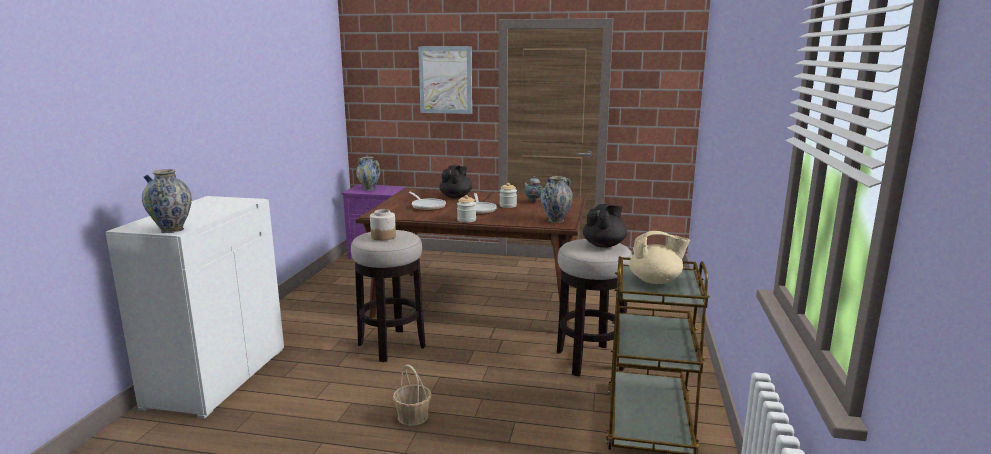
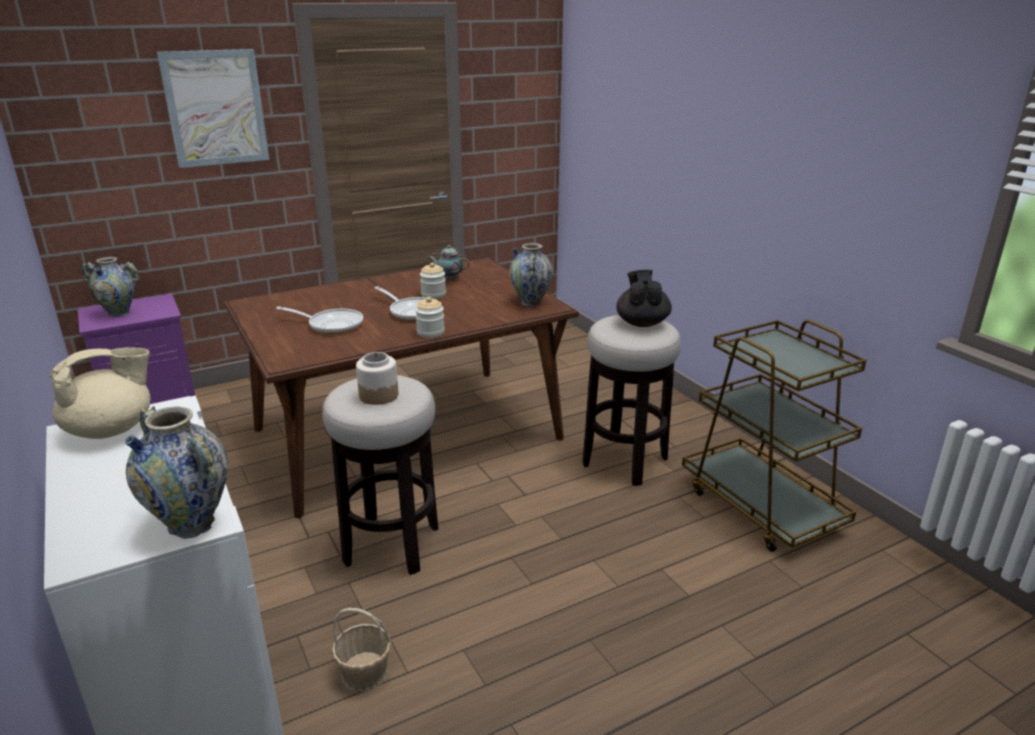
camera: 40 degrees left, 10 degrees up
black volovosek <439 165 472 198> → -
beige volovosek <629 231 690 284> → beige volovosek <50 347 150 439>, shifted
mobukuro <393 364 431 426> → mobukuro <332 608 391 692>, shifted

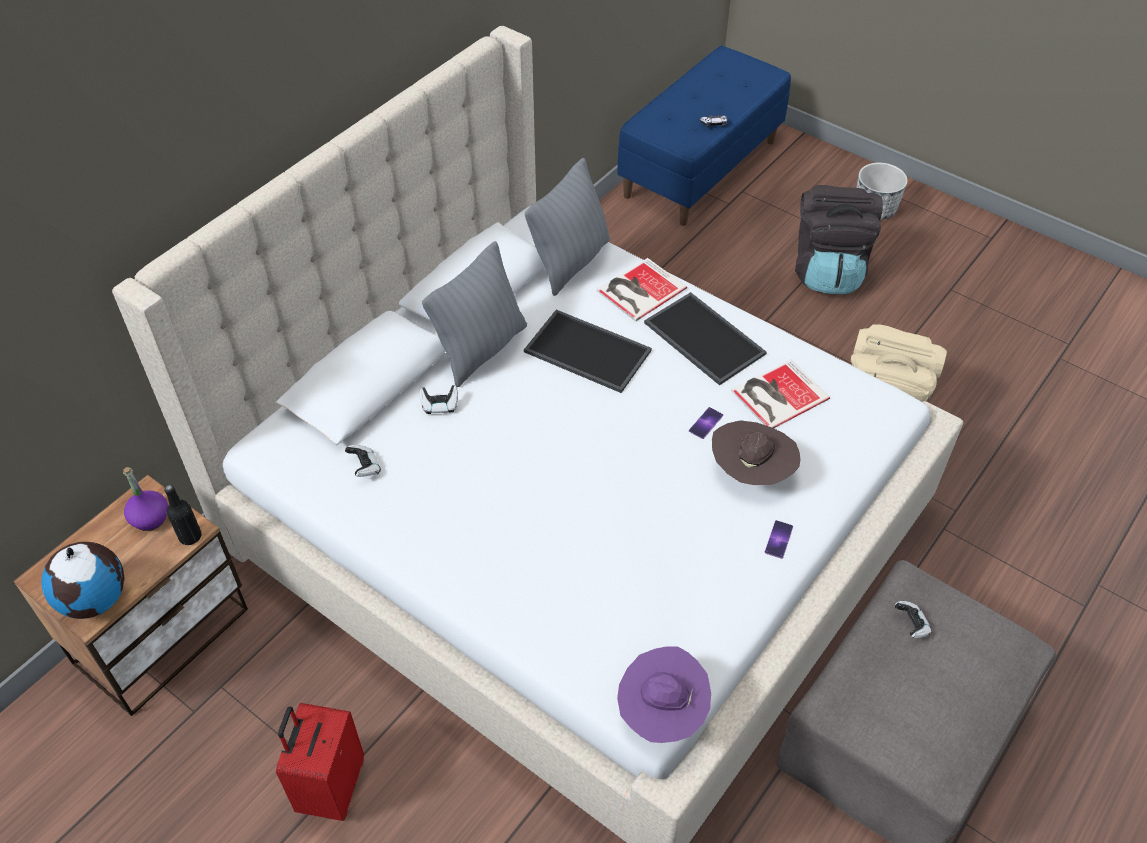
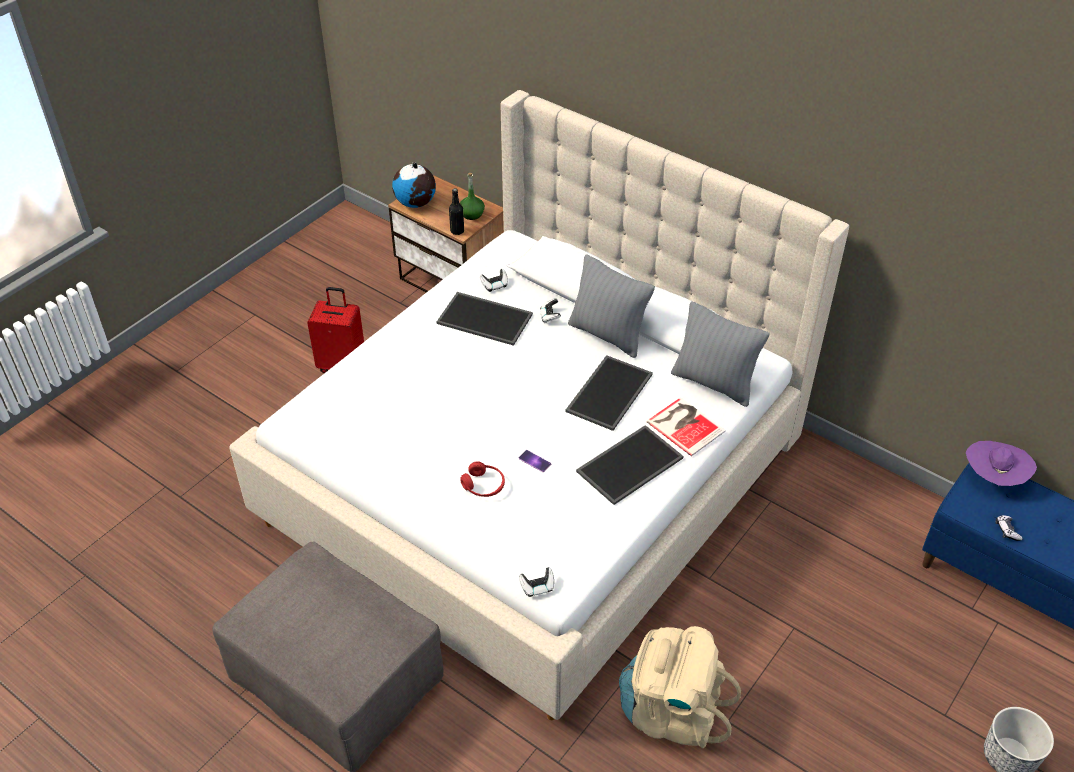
camera: 90 degrees right, 5 degrees down
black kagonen <795 185 883 294> → -
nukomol <731 359 830 428> → -
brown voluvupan <712 420 801 485> → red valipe <460 461 505 497>
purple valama <123 467 168 531> → green valama <460 173 485 220>
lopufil <765 520 793 559> → -
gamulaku <894 601 932 638> → gamulaku <519 567 554 597>, shifted
purple voluvupan <617 646 711 743> → purple voluvupan <966 441 1037 486>, shifted
- → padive <437 292 533 346>

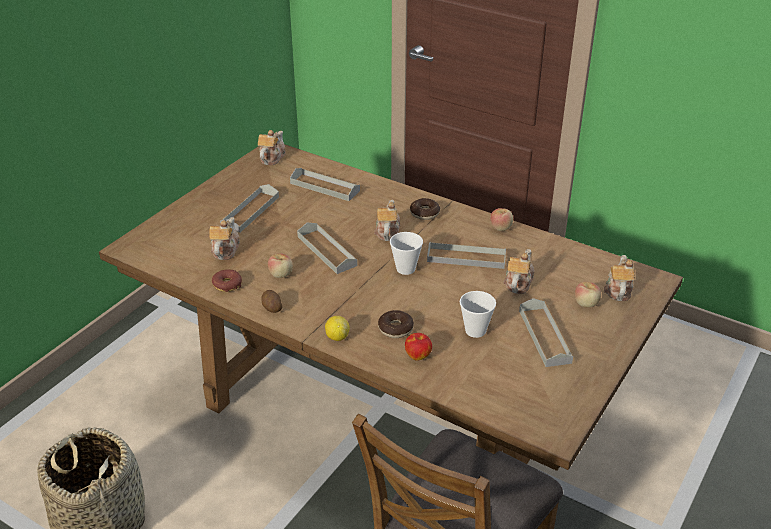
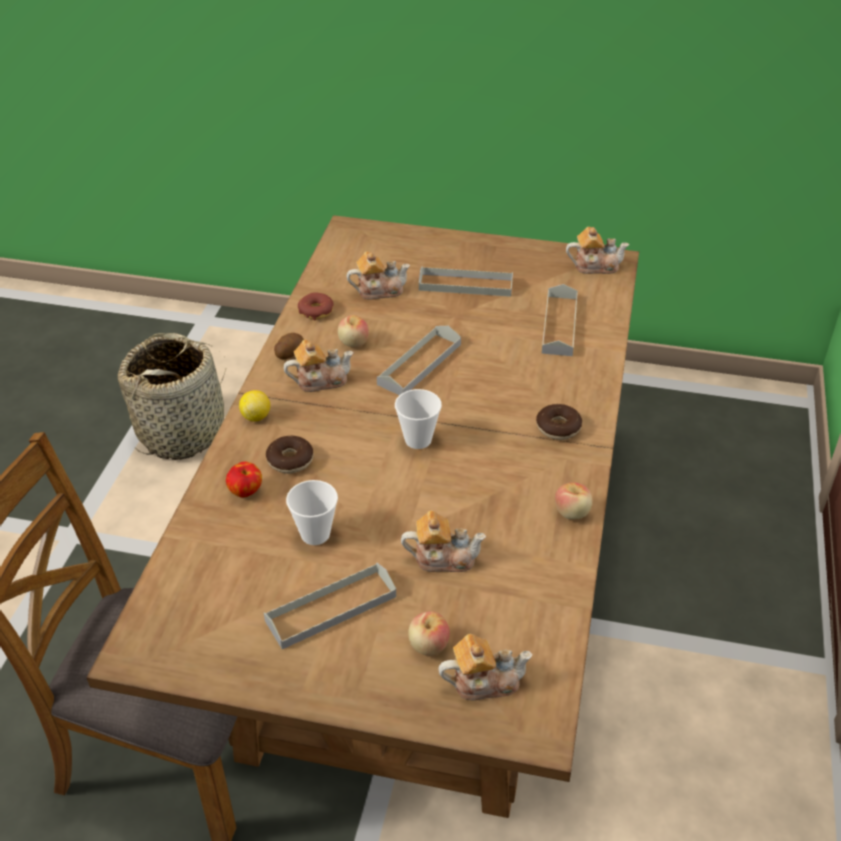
camera: 70 degrees right, 5 degrees up
volovosek <374 200 400 241> → volovosek <284 339 354 392>, shifted
grey padive <427 242 506 269> → -

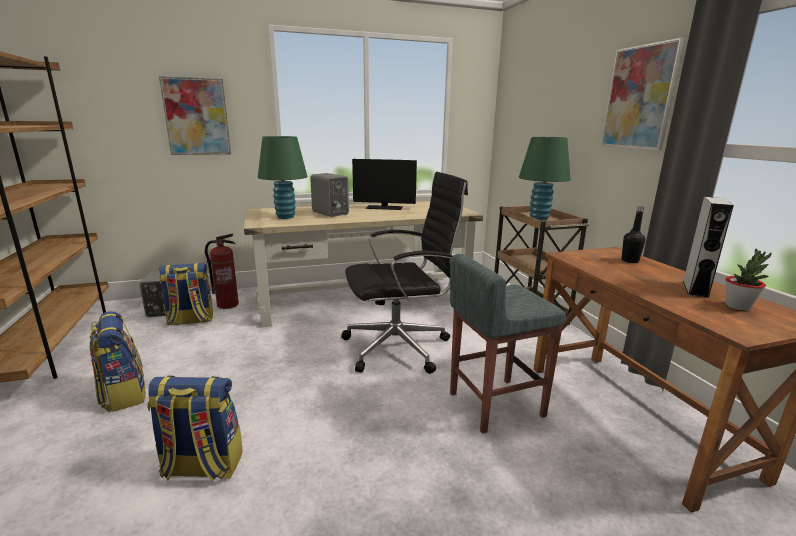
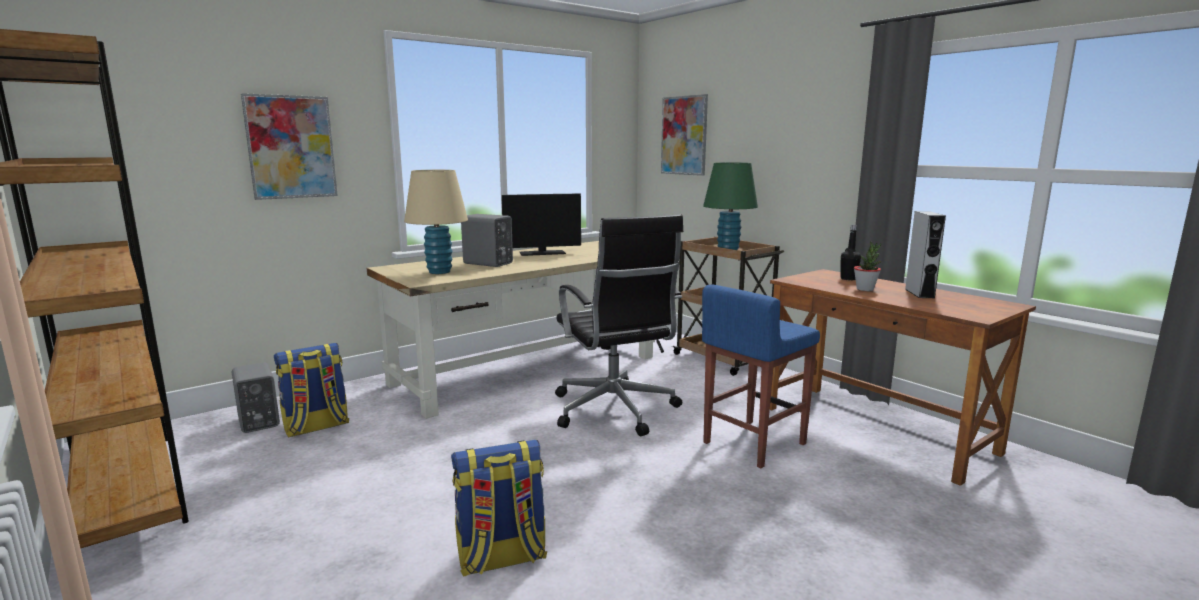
camera: 20 degrees left, 5 degrees down
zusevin <601 37 685 150> → zusevin <661 94 708 176>, shifted
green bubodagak <258 136 308 219> → beige bubodagak <404 170 468 274>
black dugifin <341 172 468 374> → black dugifin <555 214 683 436>, 105 degrees clockwise
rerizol <205 233 239 309> → -
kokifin <725 248 772 311> → kokifin <854 242 882 291>, shifted
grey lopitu <450 254 567 434> → blue lopitu <702 285 820 468>
kagonen <89 311 146 412> → -

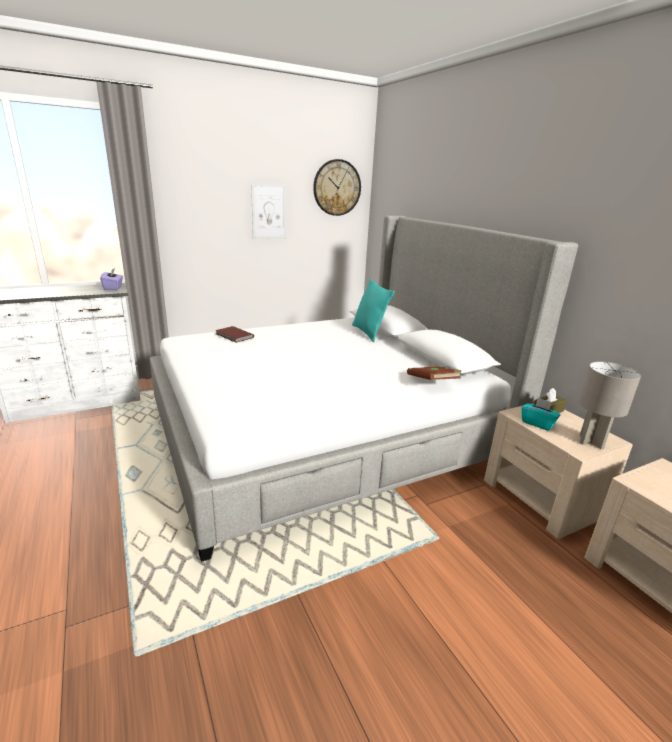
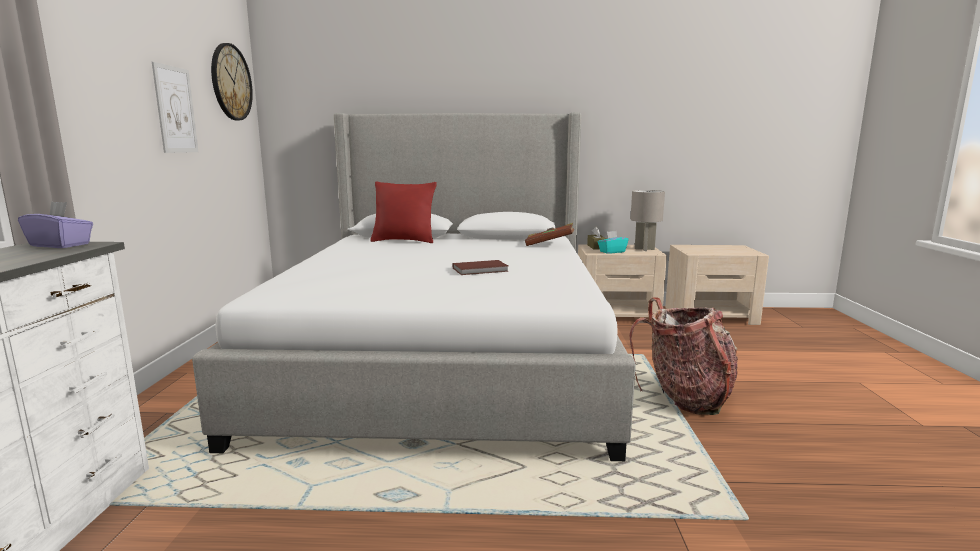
camera: 60 degrees left, 10 degrees down
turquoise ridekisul <352 279 395 342> → red ridekisul <370 181 437 243>
brown nukomol <216 326 254 343> → brown nukomol <453 260 509 275>, shifted
- → kagonen <629 297 738 415>

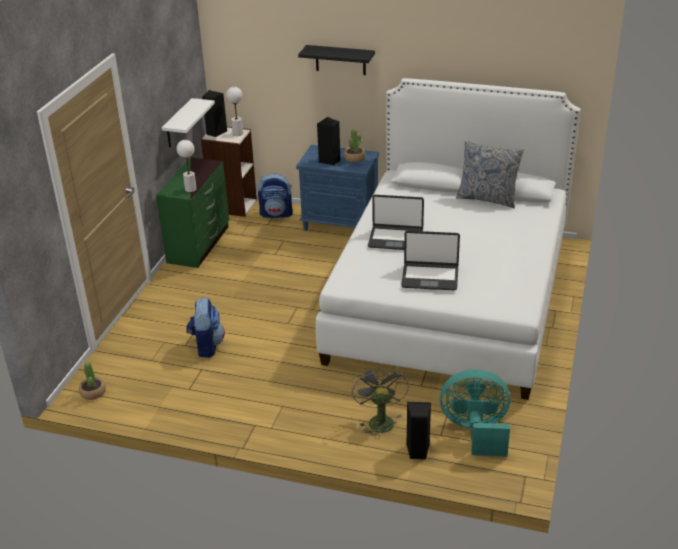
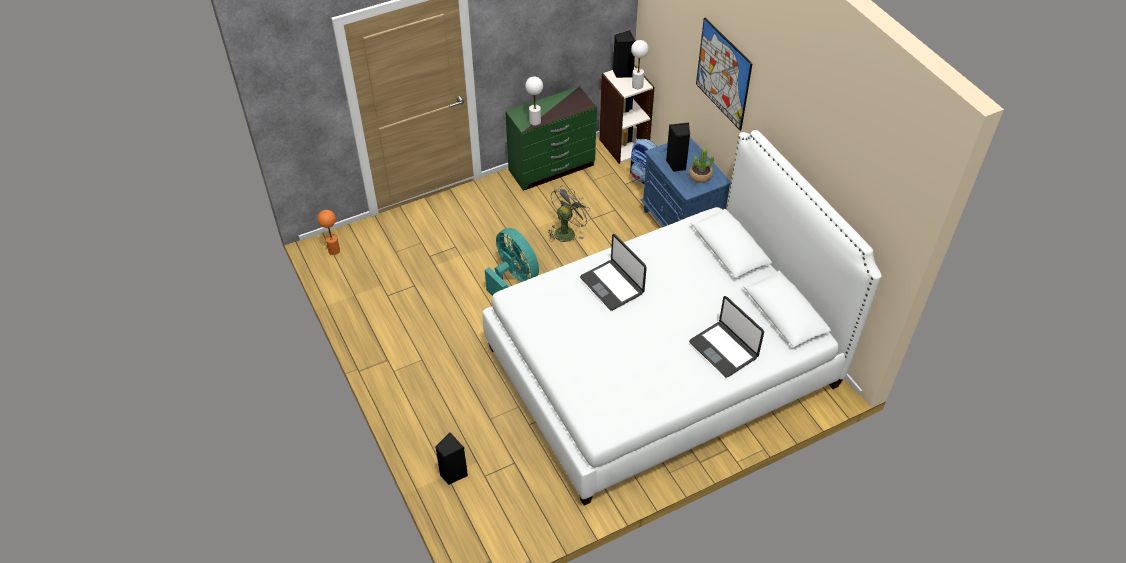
camera: 45 degrees right, 15 degrees up
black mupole <298 45 375 75> → zusevin <696 18 753 131>
white mupole <162 98 215 148> → -
ridekisul <456 141 524 208> → -
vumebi <401 231 460 290> → vumebi <689 296 764 378>, shifted
kagonen <186 298 225 358> → -
kokifin <79 362 106 400> → orange bubodagak <317 210 340 255>
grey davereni <352 364 409 439> → grey davereni <548 186 592 242>, shifted
turquoise davereni <440 369 510 456> → turquoise davereni <485 228 539 296>, shifted

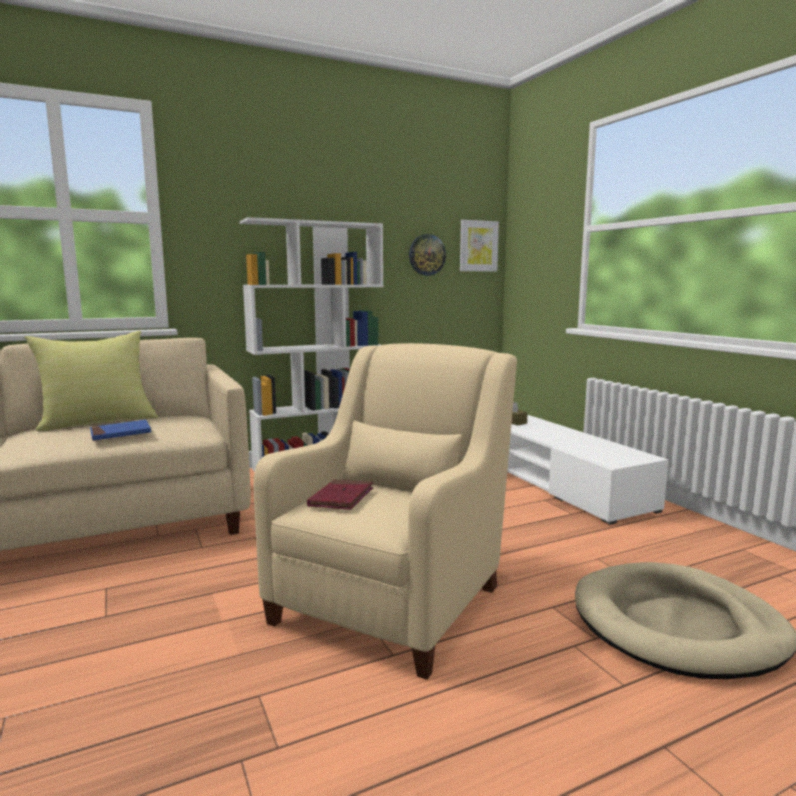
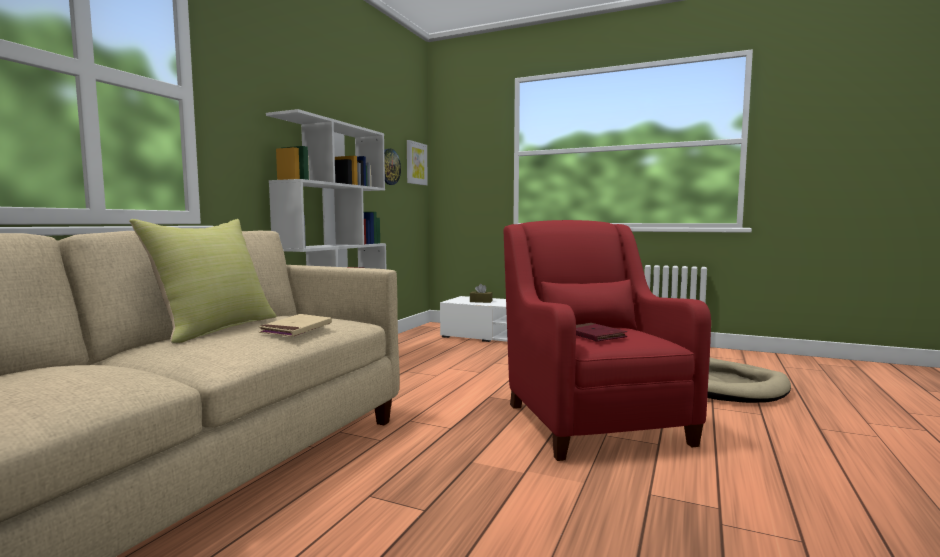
camera: 40 degrees left, 5 degrees down
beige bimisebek <254 343 517 680> → red bimisebek <504 220 711 461>
blue nukomol <90 420 151 441> → beige nukomol <258 314 332 337>

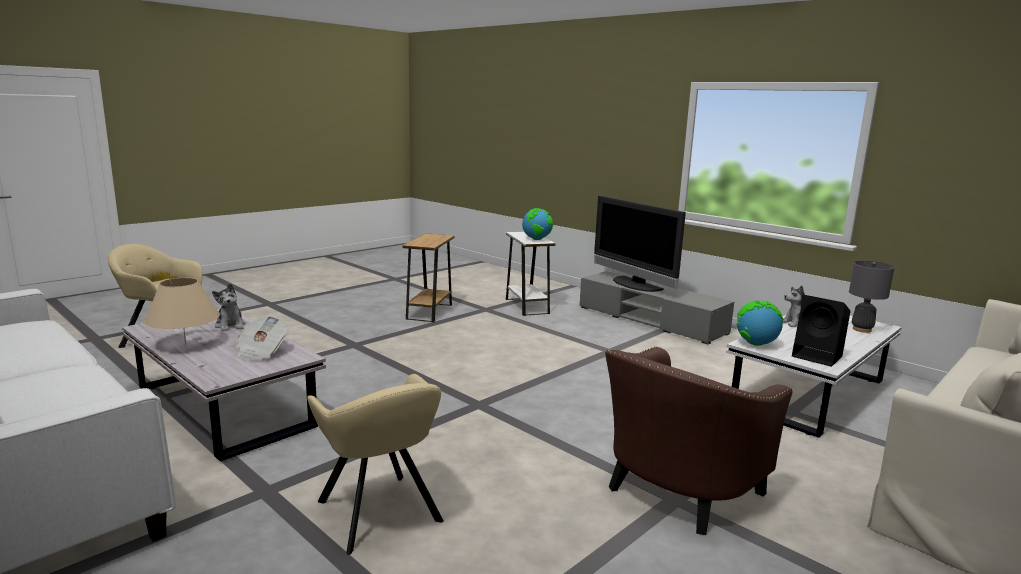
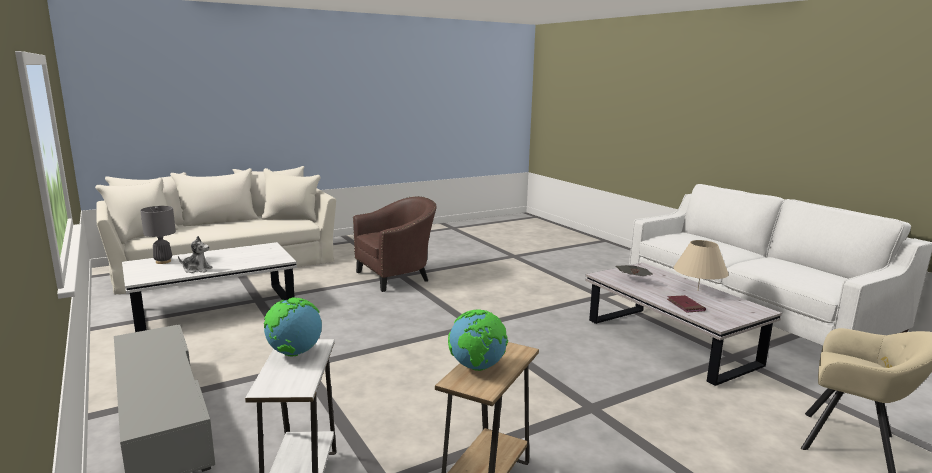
camera: 165 degrees left, 0 degrees up
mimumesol <594 196 686 292> → -
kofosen <212 284 245 332> → red nukomol <667 295 706 313>
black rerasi <792 295 850 367> → -
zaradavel <737 301 783 346> → zaradavel <448 309 508 371>, shifted
beige bimisebek <307 374 444 555> → -

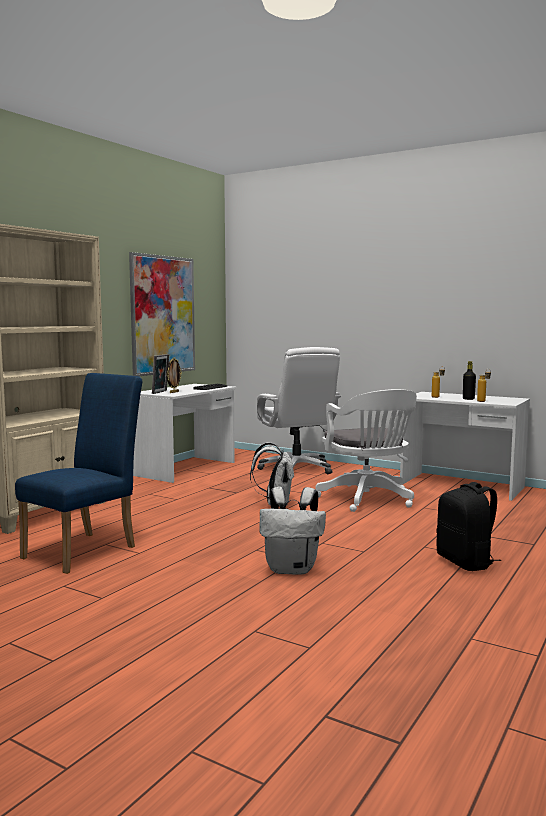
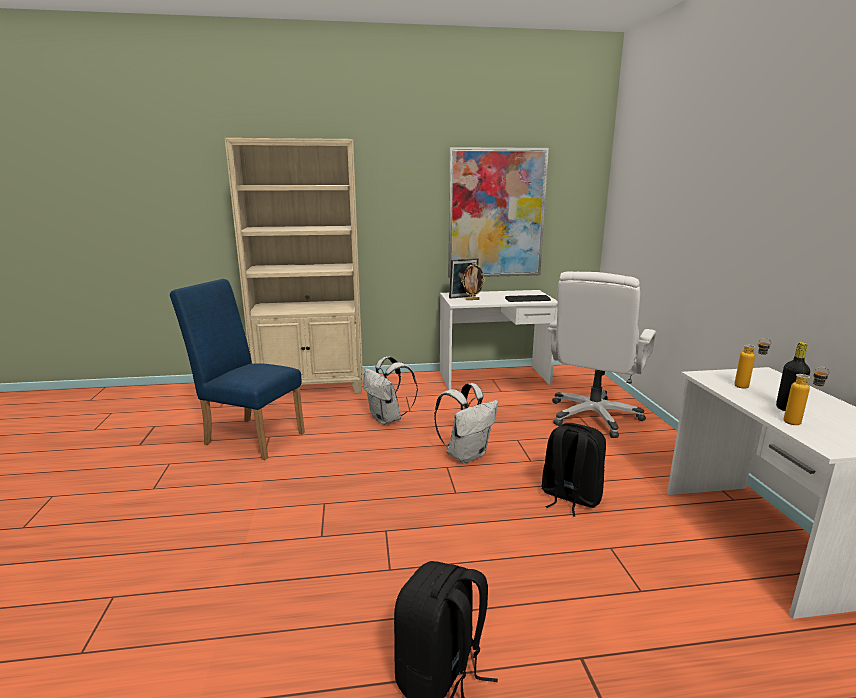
camera: 50 degrees right, 10 degrees up
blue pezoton <15 373 143 574> → blue pezoton <170 279 305 460>, 150 degrees counterclockwise
white dugifin <315 389 417 512> → black kagonen <541 423 606 517>
white kagonen <259 487 326 574> → white kagonen <363 356 418 425>, shifted

